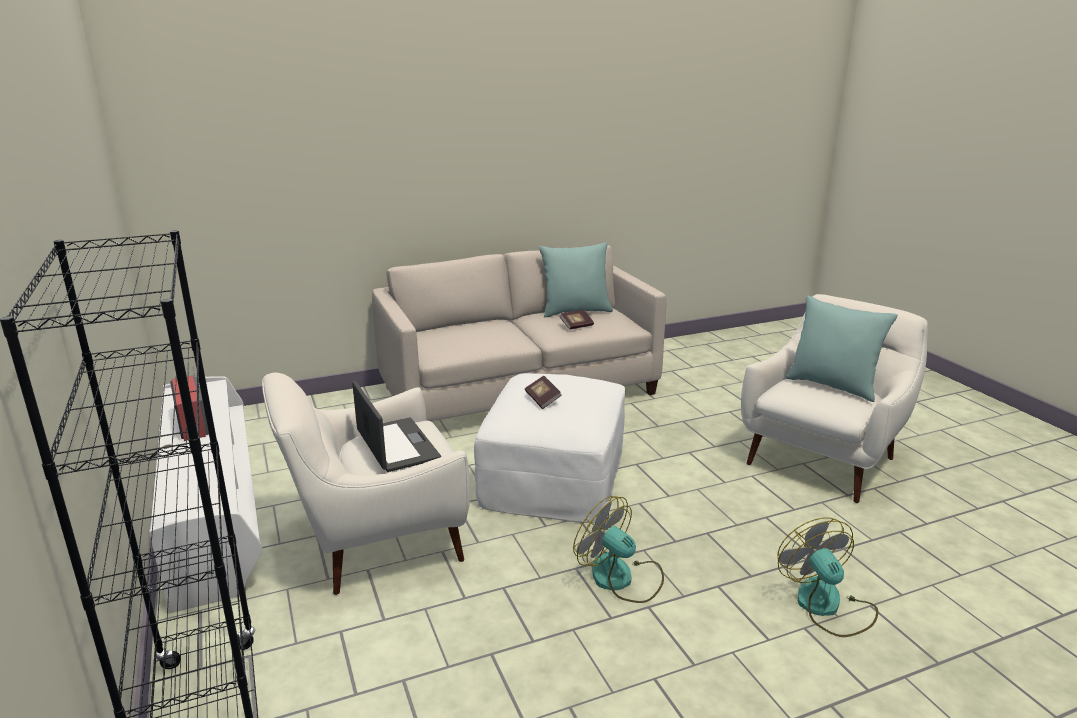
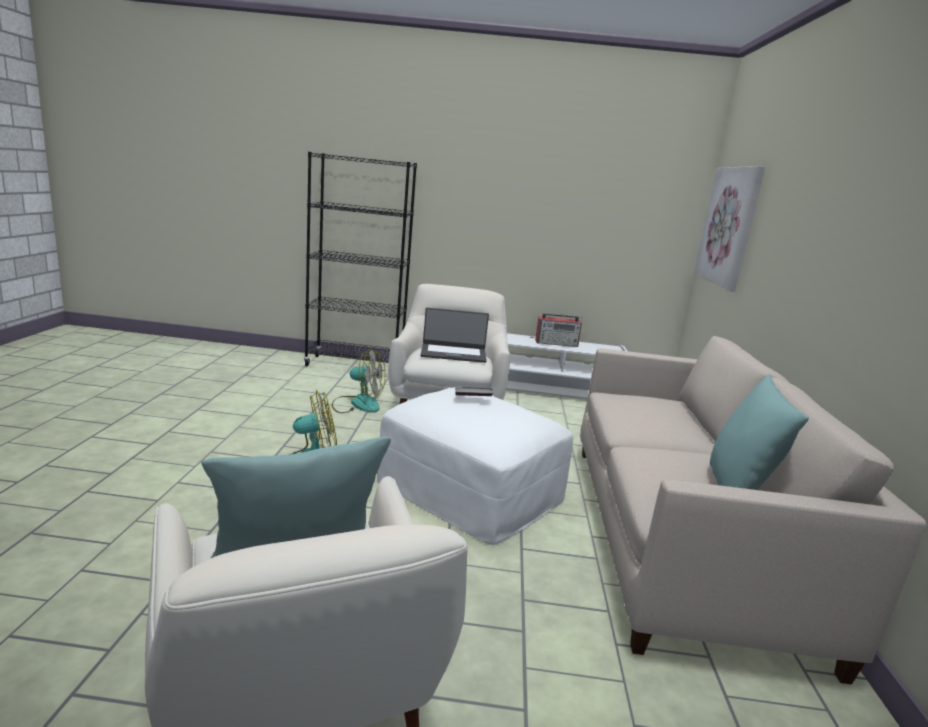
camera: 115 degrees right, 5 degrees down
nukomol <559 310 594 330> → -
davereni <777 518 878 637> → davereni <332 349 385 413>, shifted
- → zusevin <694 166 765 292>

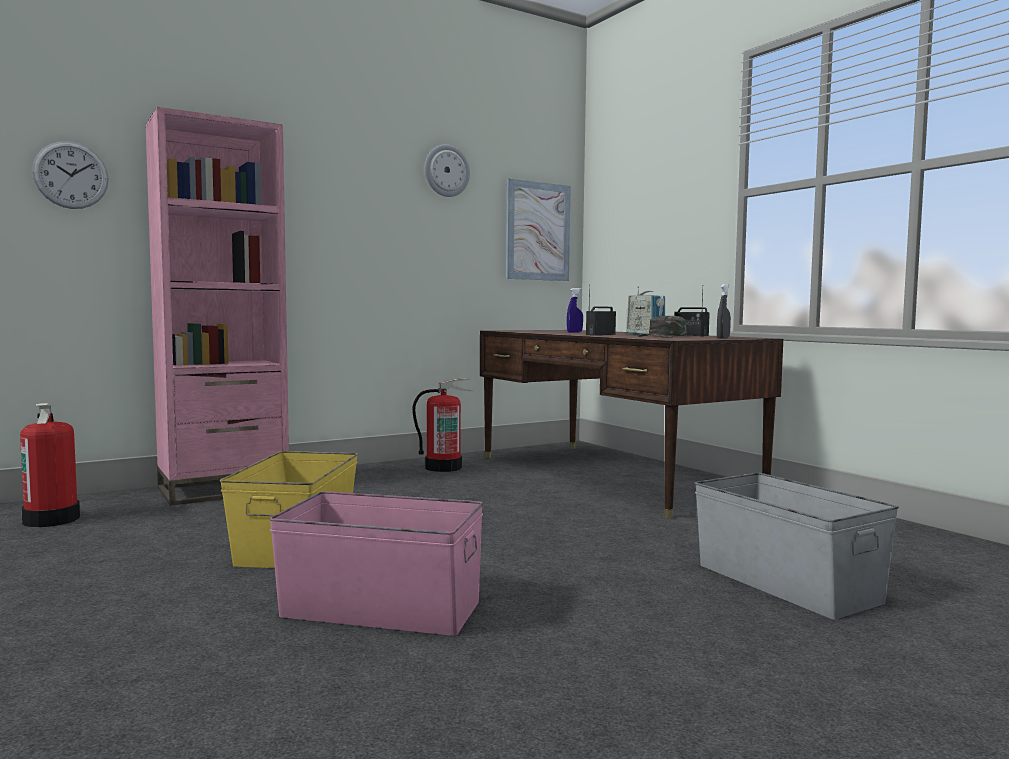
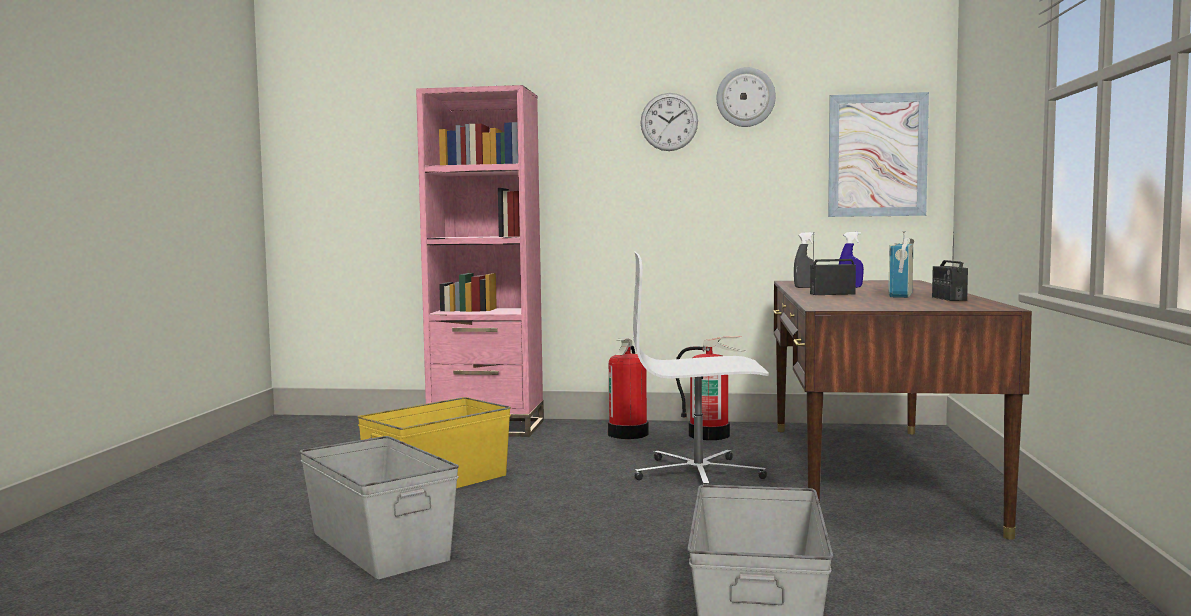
camera: 40 degrees right, 0 degrees up
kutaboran <32 141 109 209> → kutaboran <641 93 698 151>, shifted
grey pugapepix <717 284 731 339> → grey pugapepix <794 232 816 288>, shifted
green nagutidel <638 316 687 338> → -
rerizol <20 403 80 527> → rerizol <608 338 648 439>, shifted
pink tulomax <269 491 483 636> → grey tulomax <300 436 459 579>
- → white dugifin <633 251 769 485>

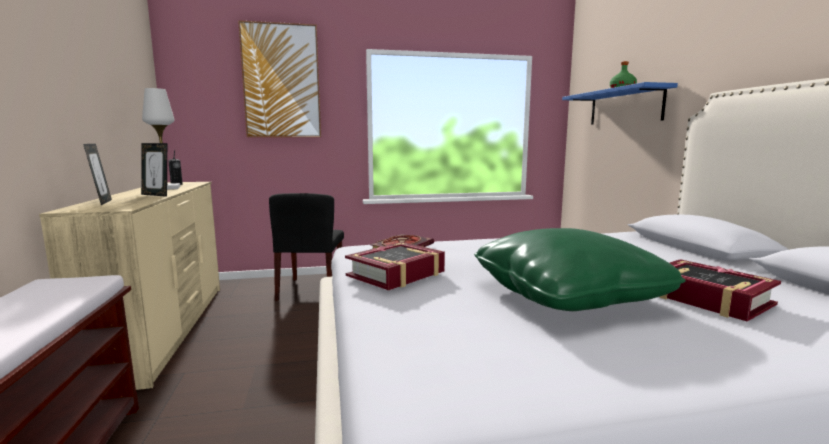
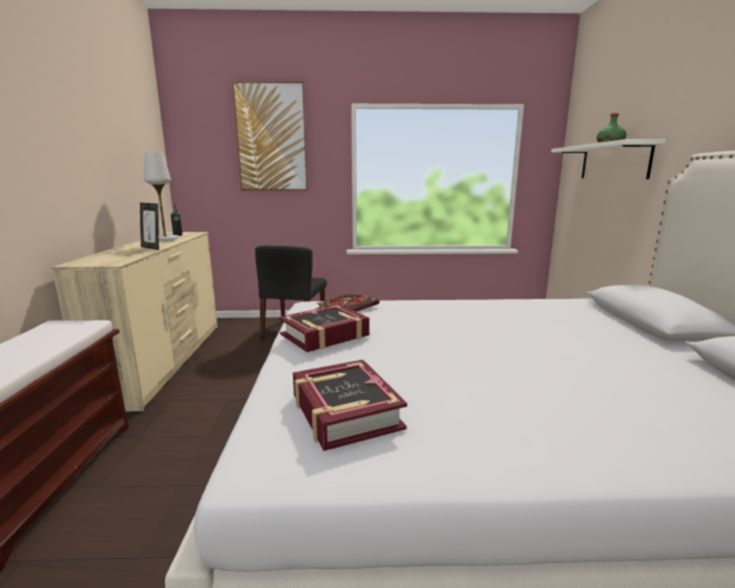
camera: 10 degrees right, 5 degrees up
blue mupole <562 82 678 125> → white mupole <551 139 666 179>
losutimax <83 144 112 205> → -
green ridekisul <474 228 686 311> → -
nukomol <659 259 781 321> → nukomol <293 360 407 451>, shifted

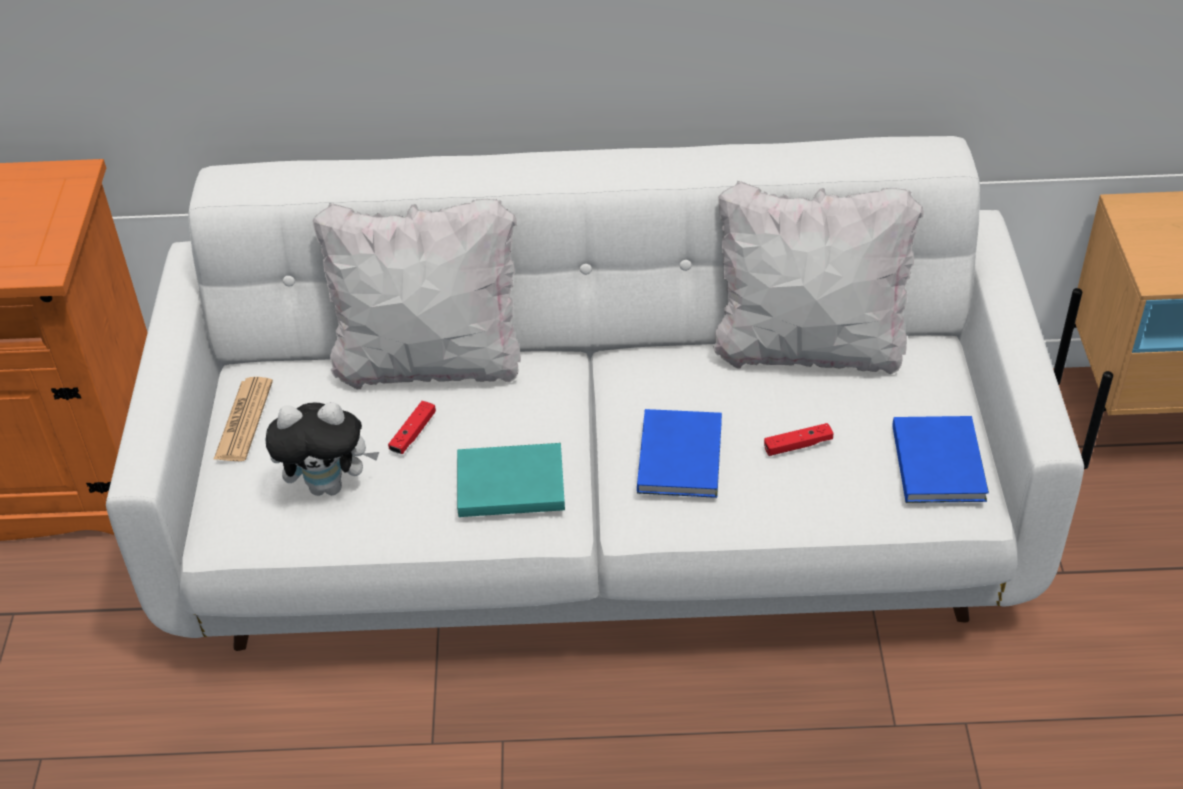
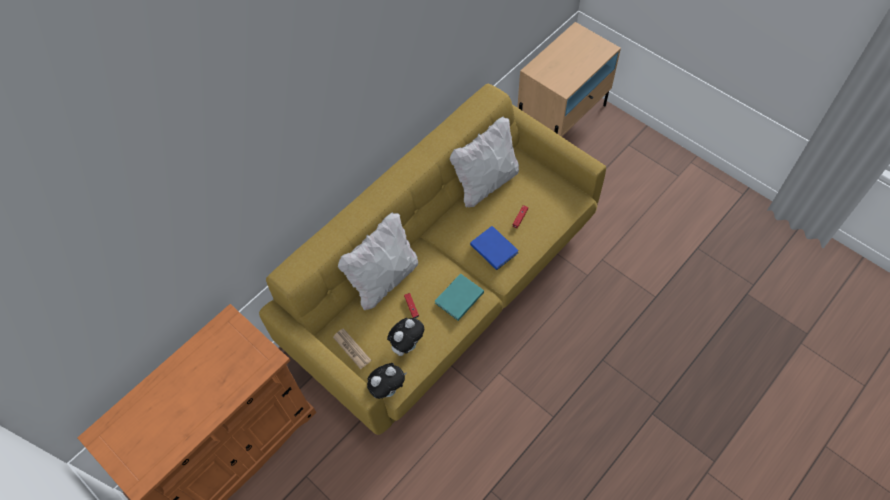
camera: 45 degrees left, 15 degrees up
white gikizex <106 136 1084 651> → yellow gikizex <259 83 606 435>
blue nukomol <892 416 989 503> → -
- → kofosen <367 363 407 399>

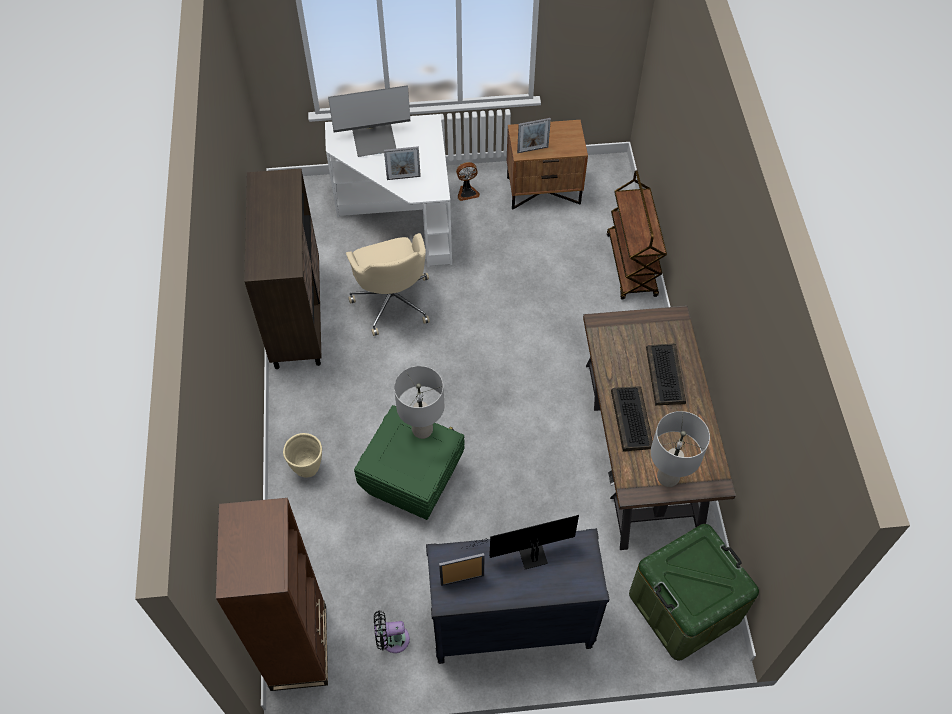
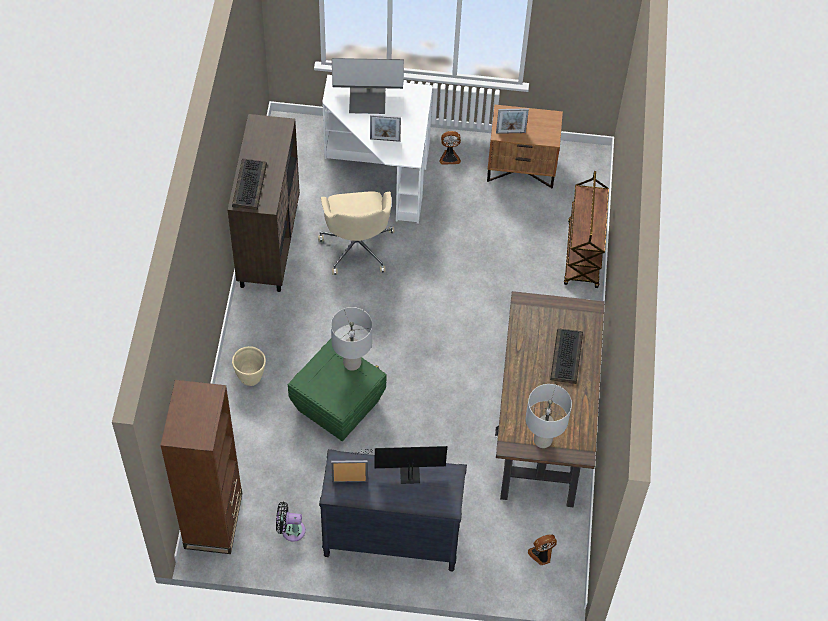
camera: 10 degrees right, 0 degrees up
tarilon <611 386 653 452> → tarilon <232 159 267 210>, shifted
green tulomax <629 524 759 661> → davereni <528 534 557 565>

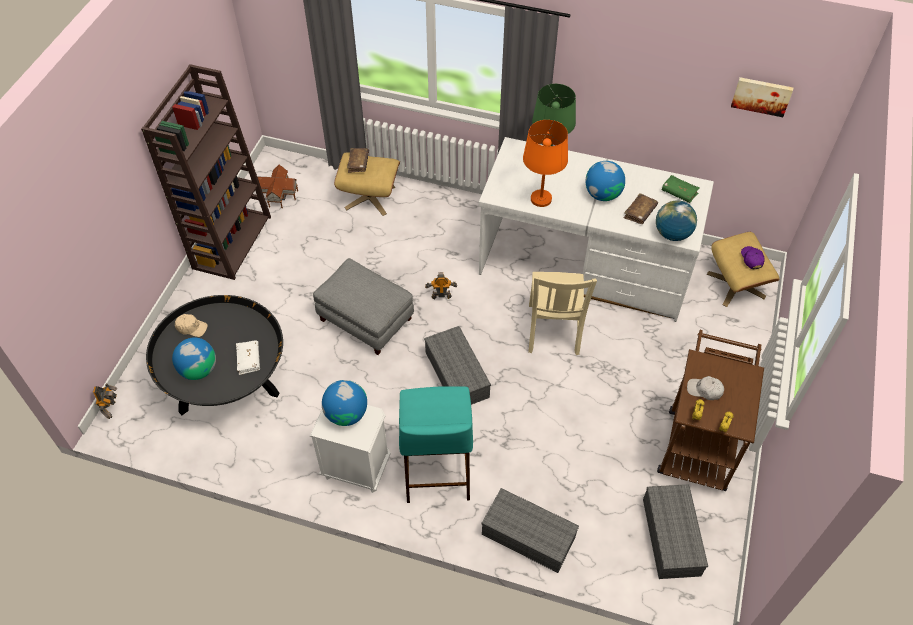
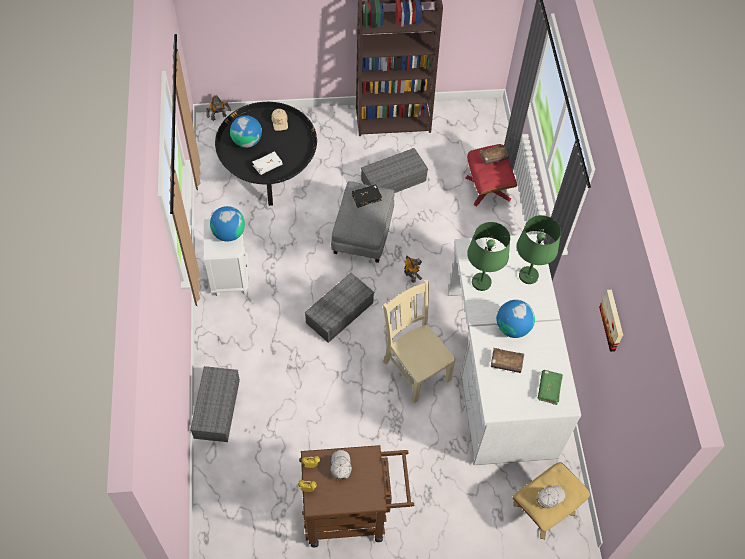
camera: 65 degrees right, 5 degrees up
zusevin <731 77 793 117> → zusevin <599 290 623 352>, shifted
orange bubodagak <523 120 568 207> → green bubodagak <467 222 510 291>
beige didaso <334 152 400 216> → red didaso <466 144 517 206>
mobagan <257 164 298 208> → -
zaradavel <656 200 697 241> → -
purple nagutidel <741 246 765 269> → white nagutidel <537 485 565 508>
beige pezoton <528 272 597 355> → beige pezoton <383 280 456 403>, 75 degrees clockwise
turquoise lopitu <399 386 473 503> → -
grey tulomax <643 484 708 579> → grey tulomax <361 148 428 193>, shifted
- → black nukomol <352 184 382 208>

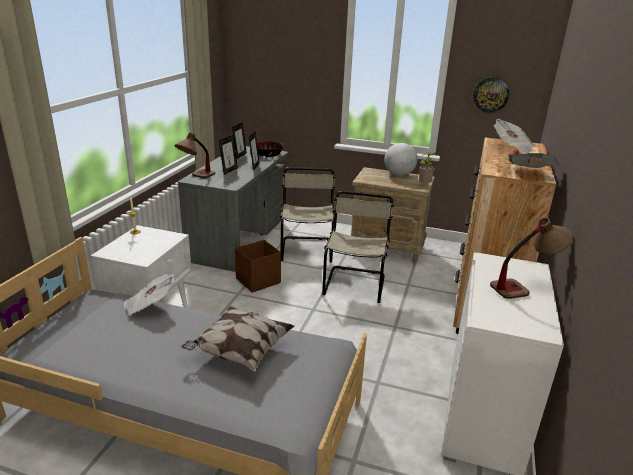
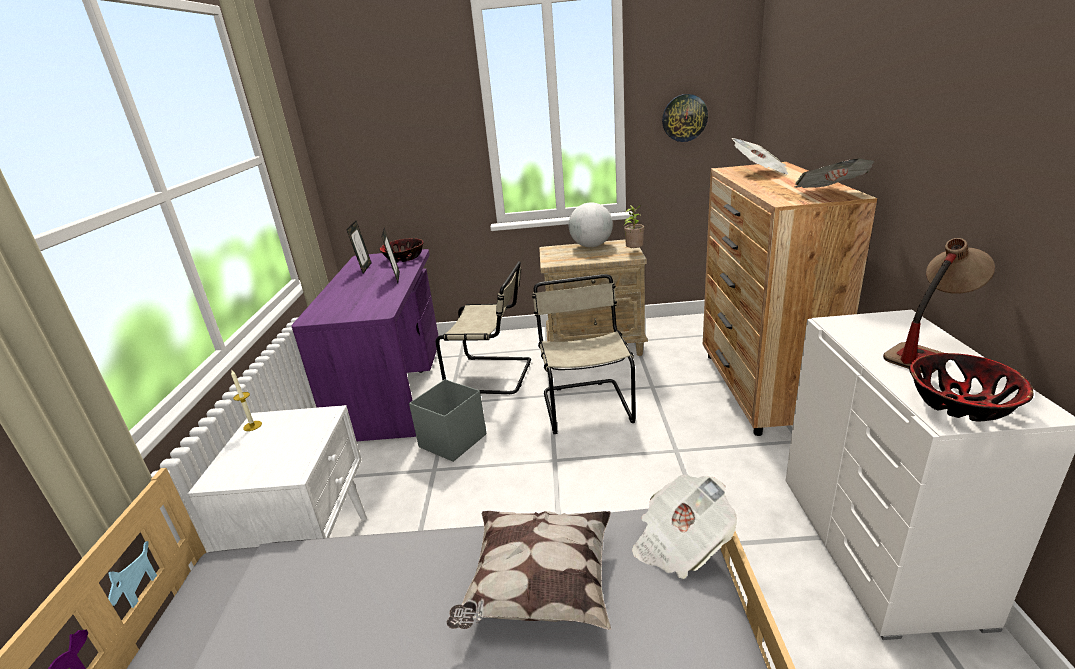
camera: 15 degrees left, 0 degrees up
bubodagak <175 132 215 178> → -
losutimax <219 135 238 175> → -
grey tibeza <178 146 288 272> → purple tibeza <291 249 440 441>
beige pezoton <280 167 336 262> → beige pezoton <435 261 531 394>, 120 degrees clockwise
brown tulomax <235 240 281 293> → grey tulomax <409 379 486 462>
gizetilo <123 274 174 316> → gizetilo <632 474 737 579>, shifted
- → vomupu <909 353 1033 421>

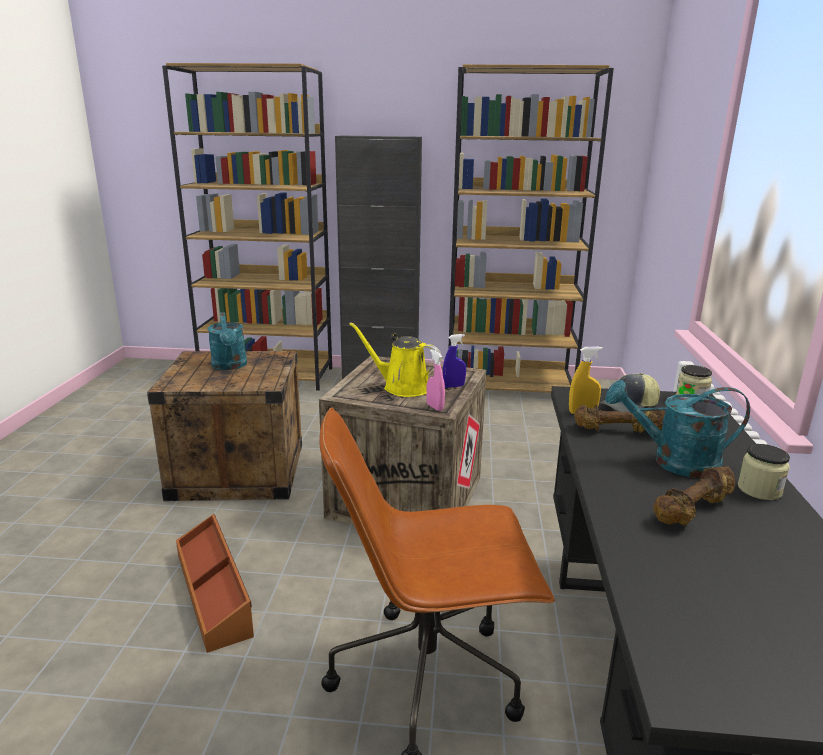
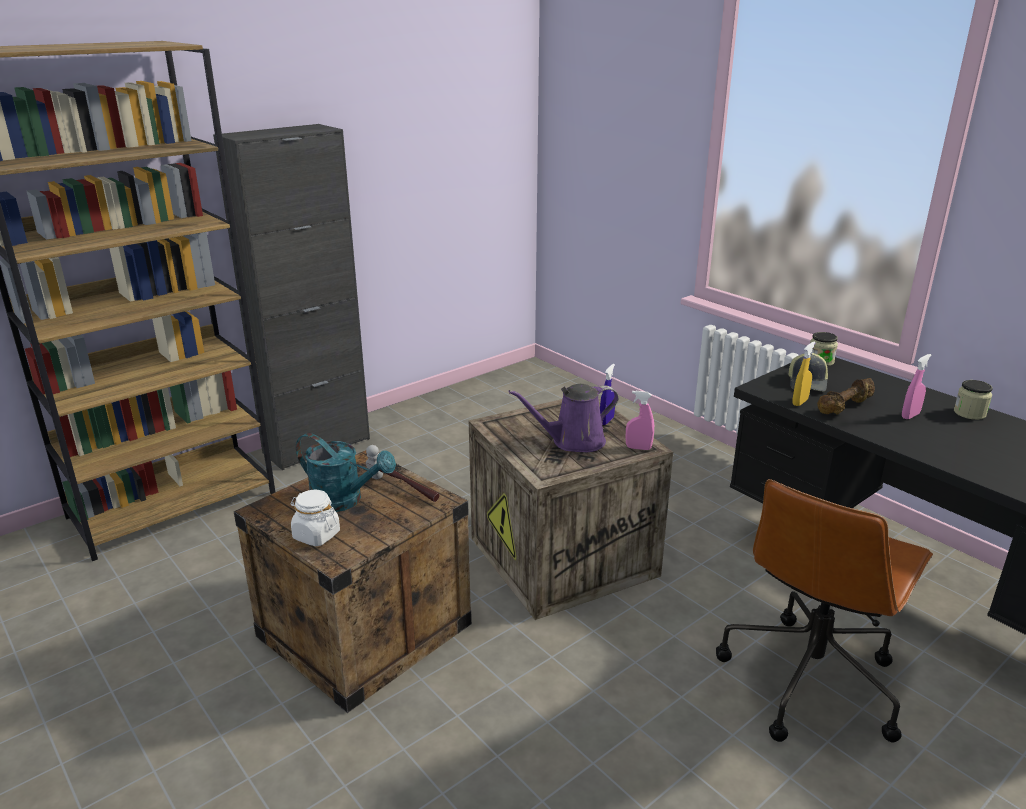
camera: 45 degrees left, 5 degrees up
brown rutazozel <448 64 614 393> → -
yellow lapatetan <349 322 442 397> → purple lapatetan <508 384 619 452>
turquoise lapatetan <605 380 750 478> → pink pugapepix <902 354 931 419>
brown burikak <653 466 735 526> → -
brown tulomax <176 514 254 653> → -
- → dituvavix <366 445 439 502>
- → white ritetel <291 490 340 546>

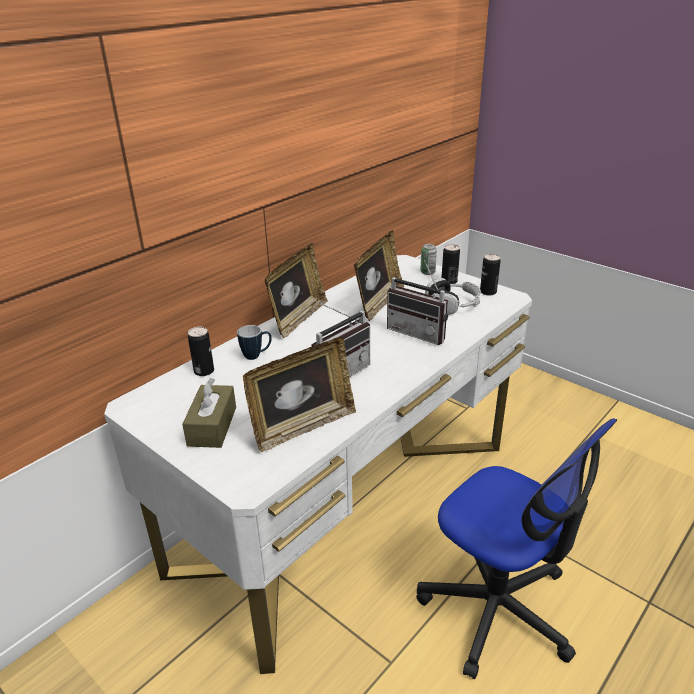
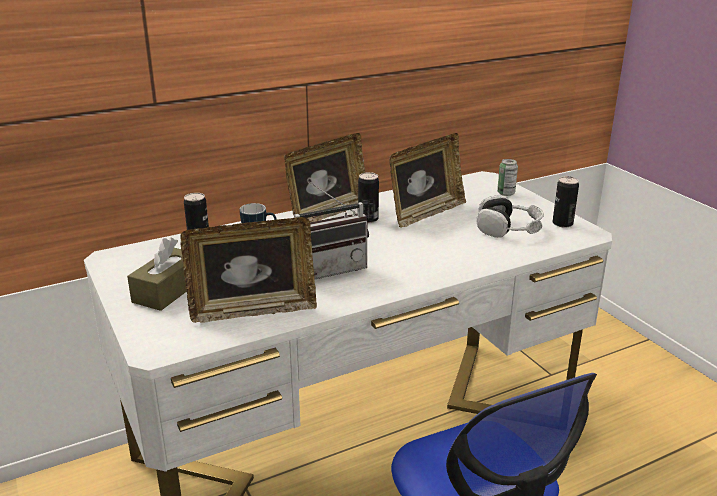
camera: 20 degrees right, 5 degrees down
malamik <442 244 460 284> → malamik <358 172 379 223>, shifted
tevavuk <387 260 448 345> → -

